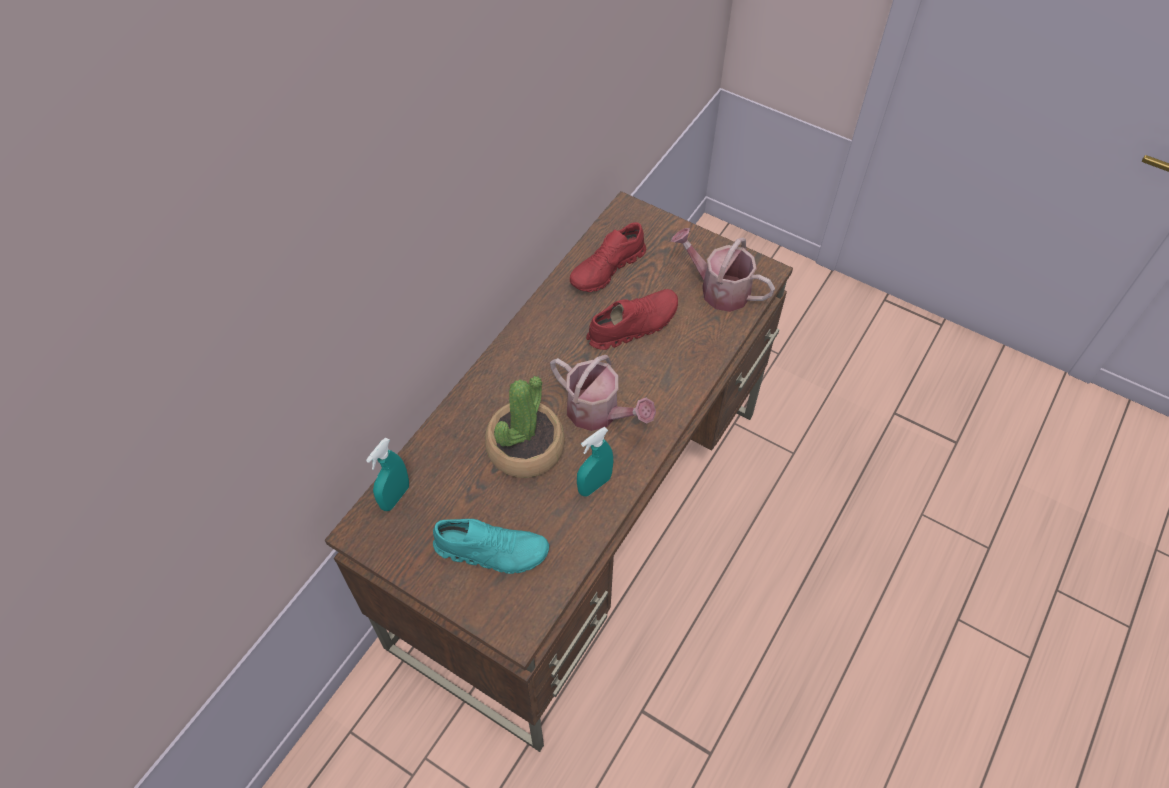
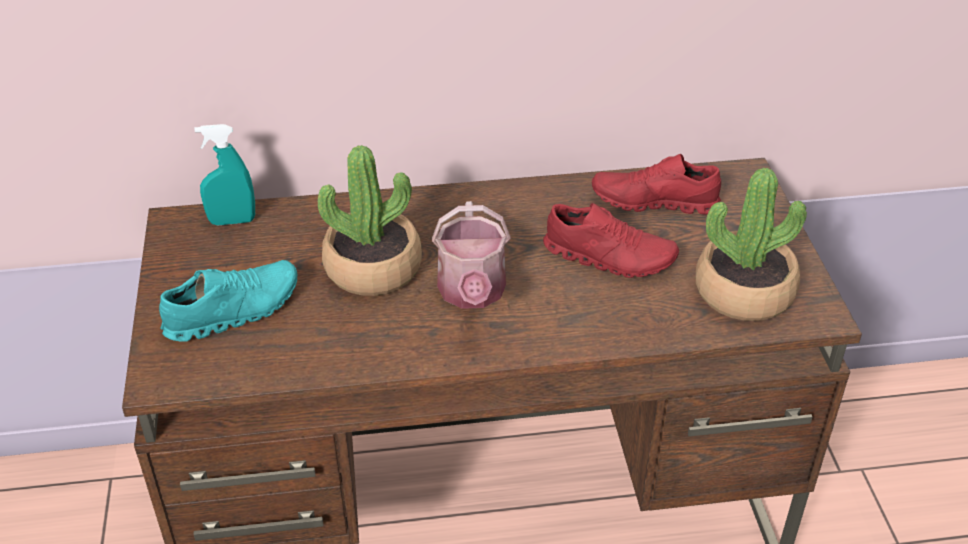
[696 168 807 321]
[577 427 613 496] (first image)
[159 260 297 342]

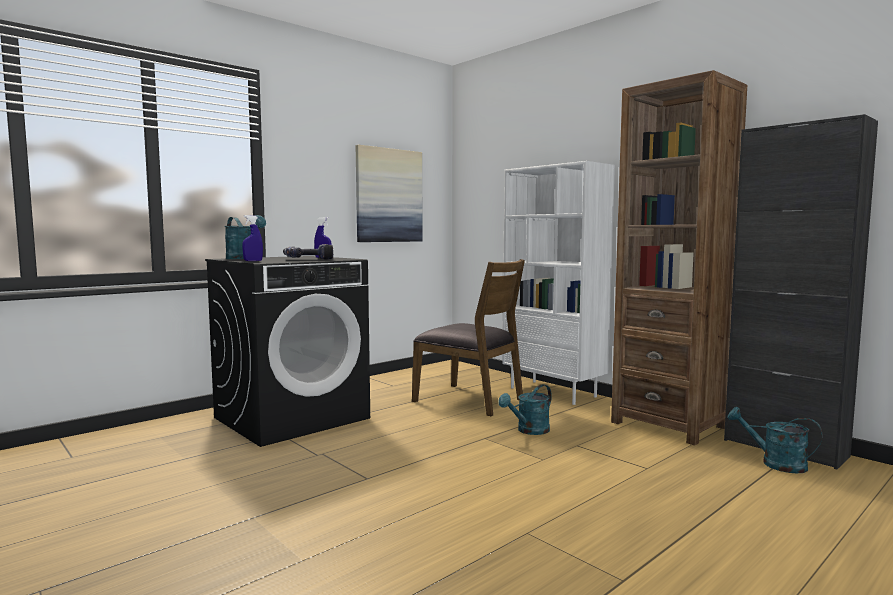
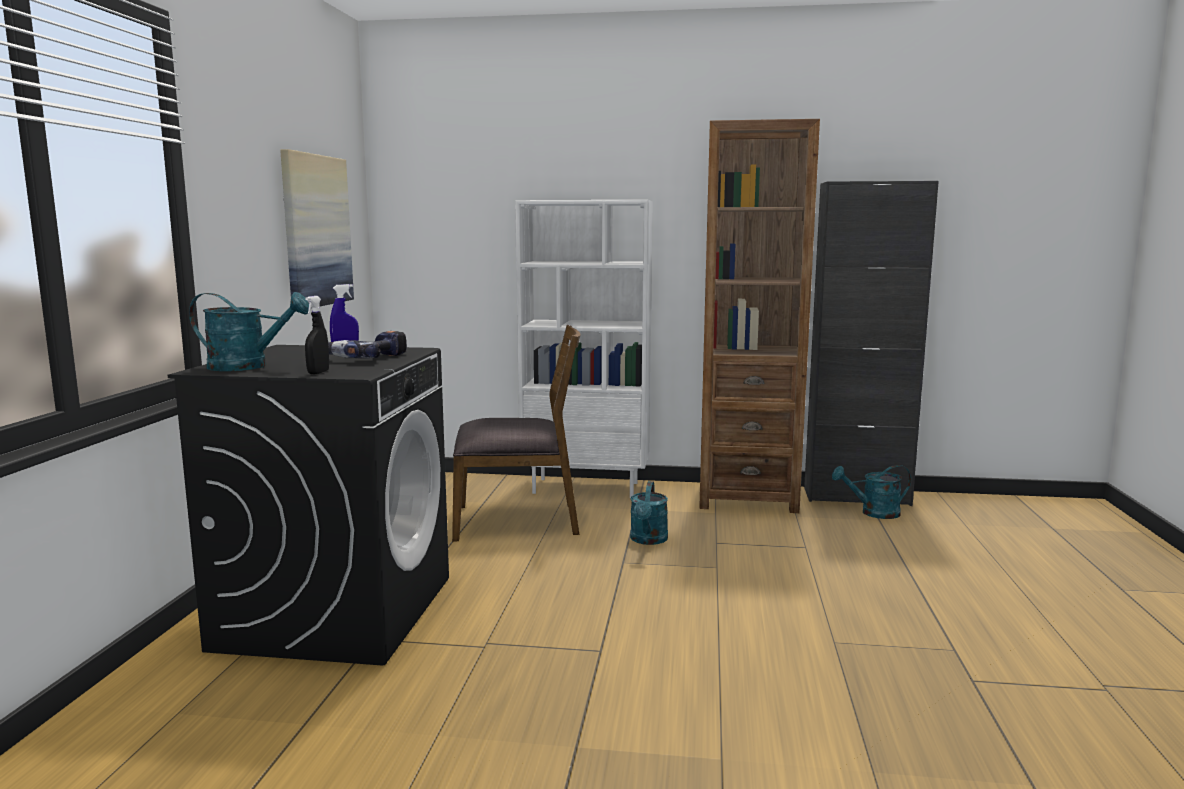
[305 296 329 374]

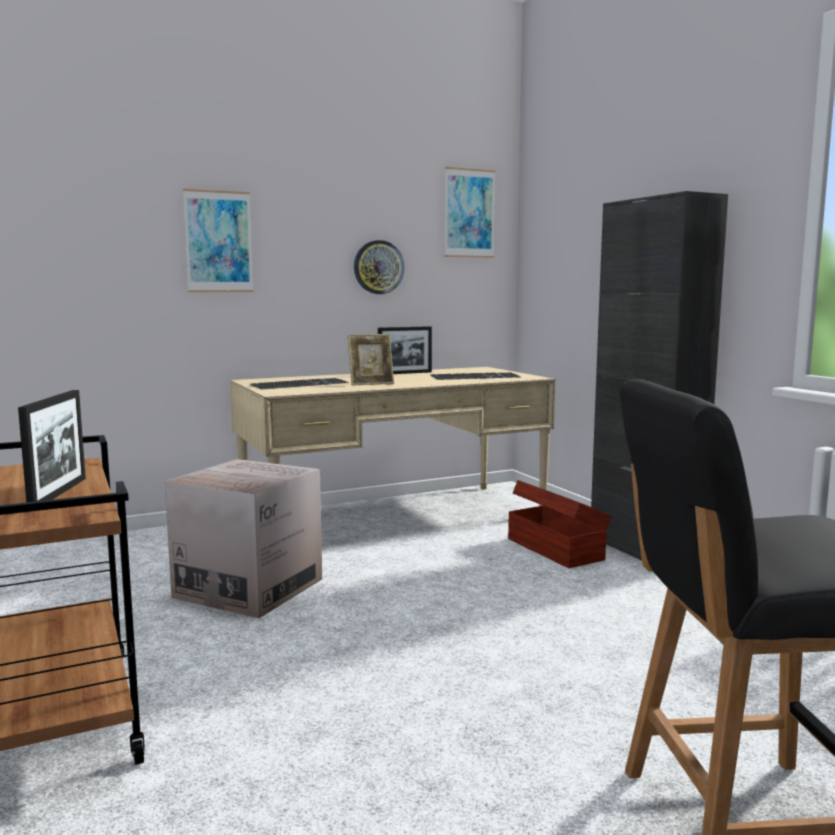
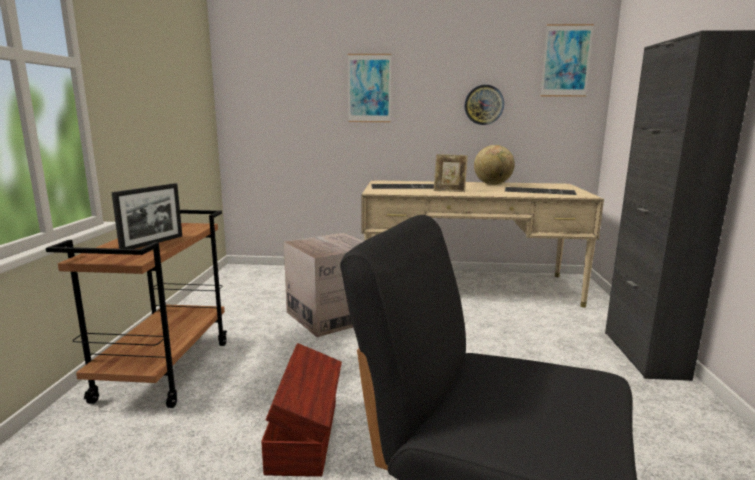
[474 145 515 185]
[261 343 342 477]

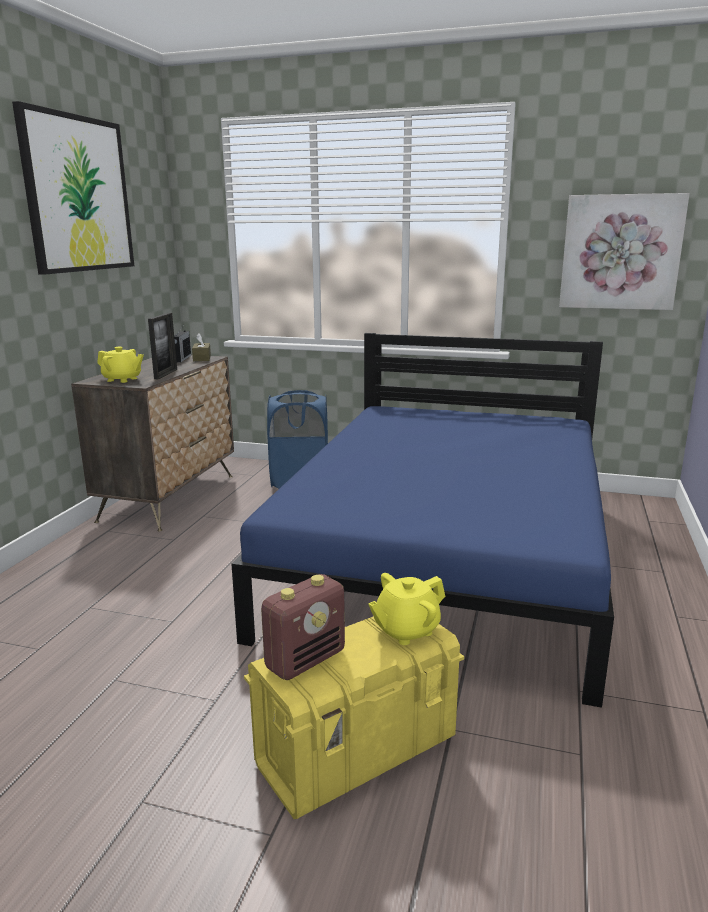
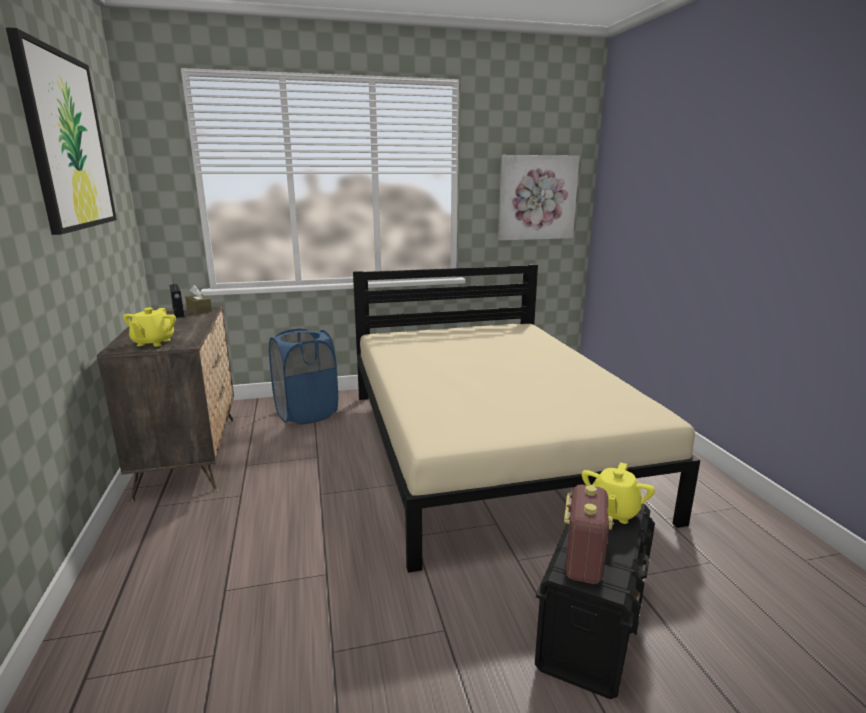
[148 313 177 379] (first image)
[353 264 700 573]
[123 308 176 347]
[535 504 655 699]

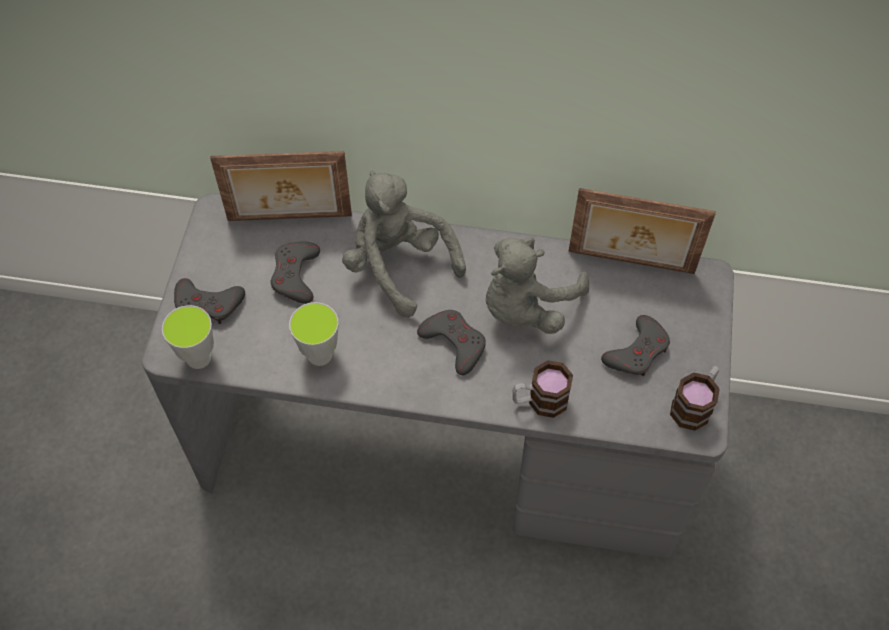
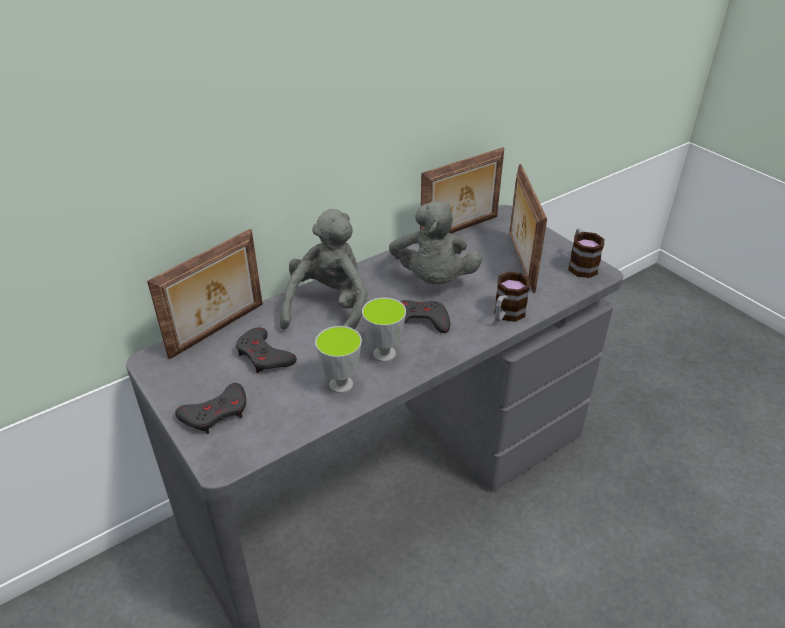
[280 209 368 329]
[362 297 406 362]
[510 164 547 293]

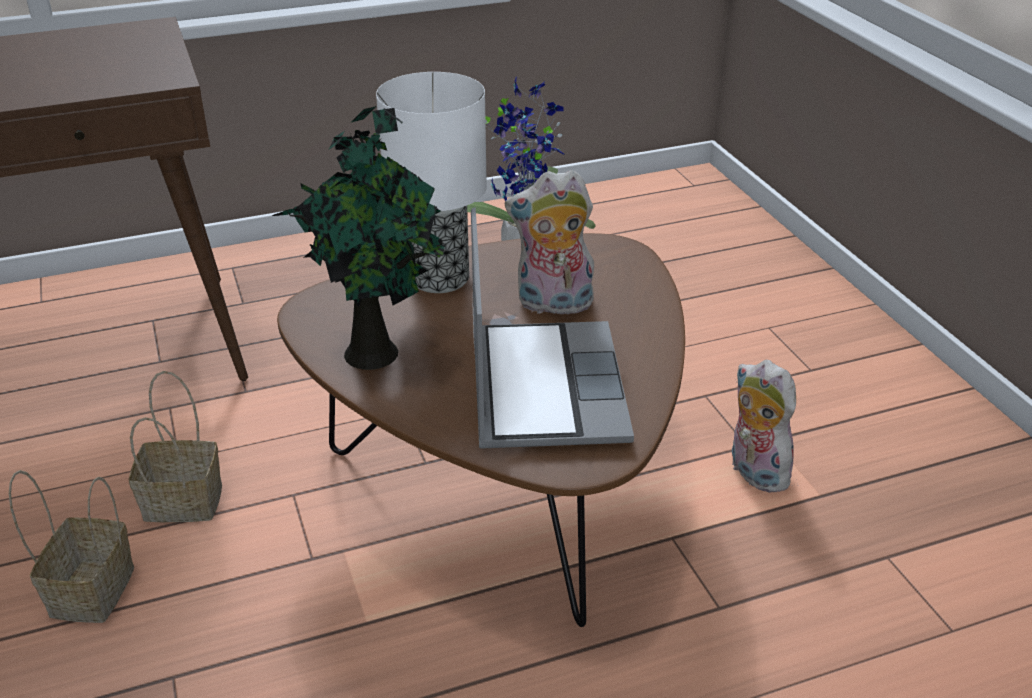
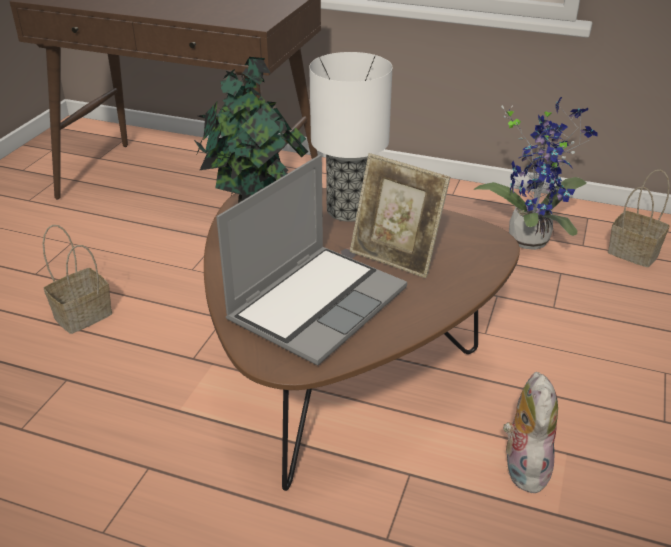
[350 153 450 278]
[608 170 670 267]

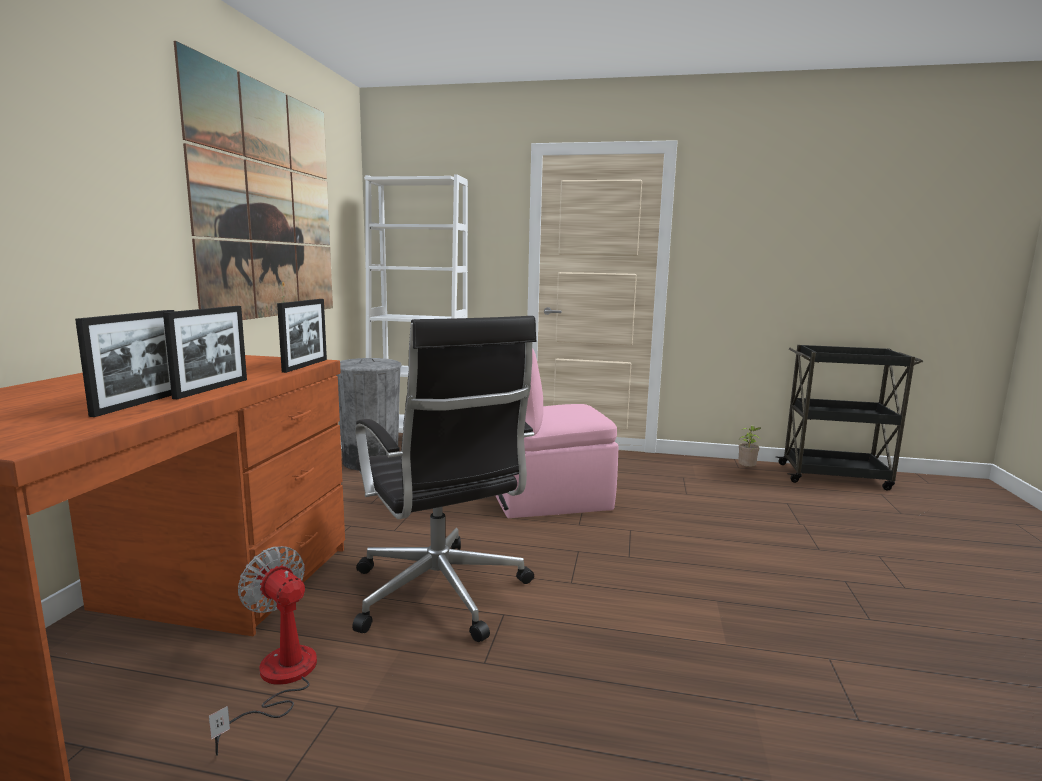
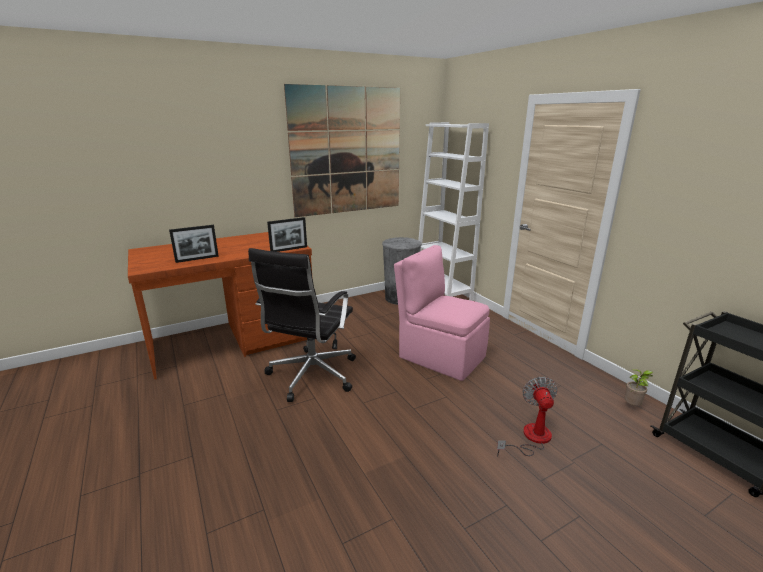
[163 306 247 399] (first image)
[497 377 557 456]

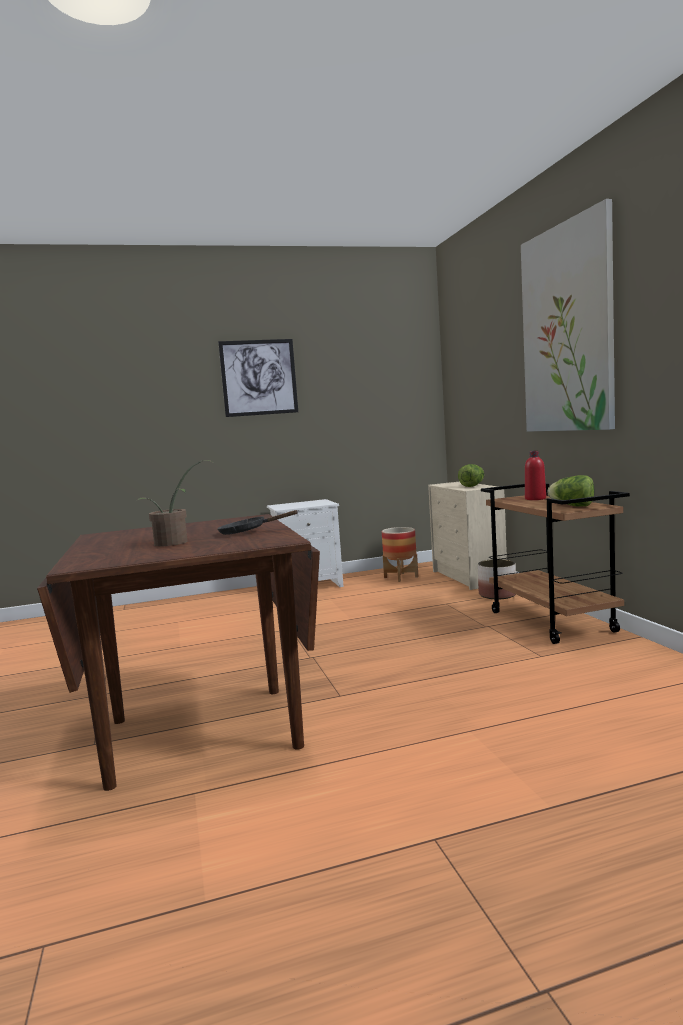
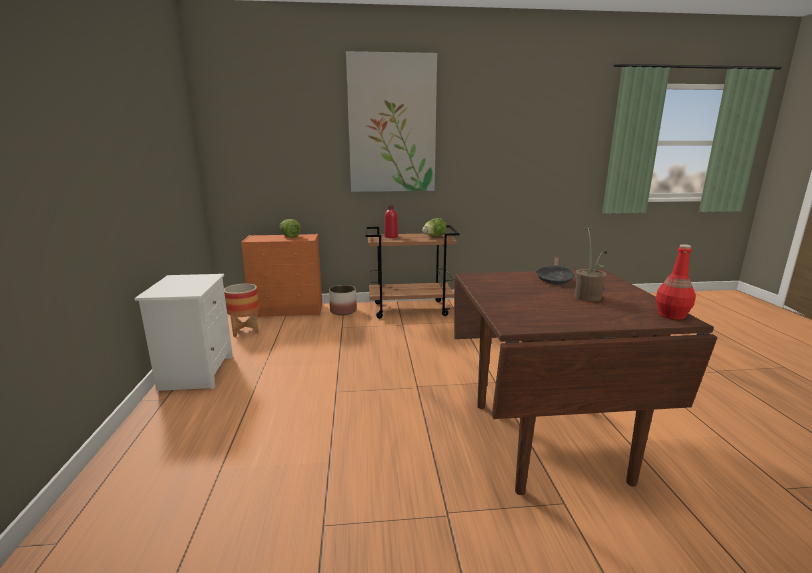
[218 339 298 417] (first image)
[241 234 322 317]
[656 244 696 320]

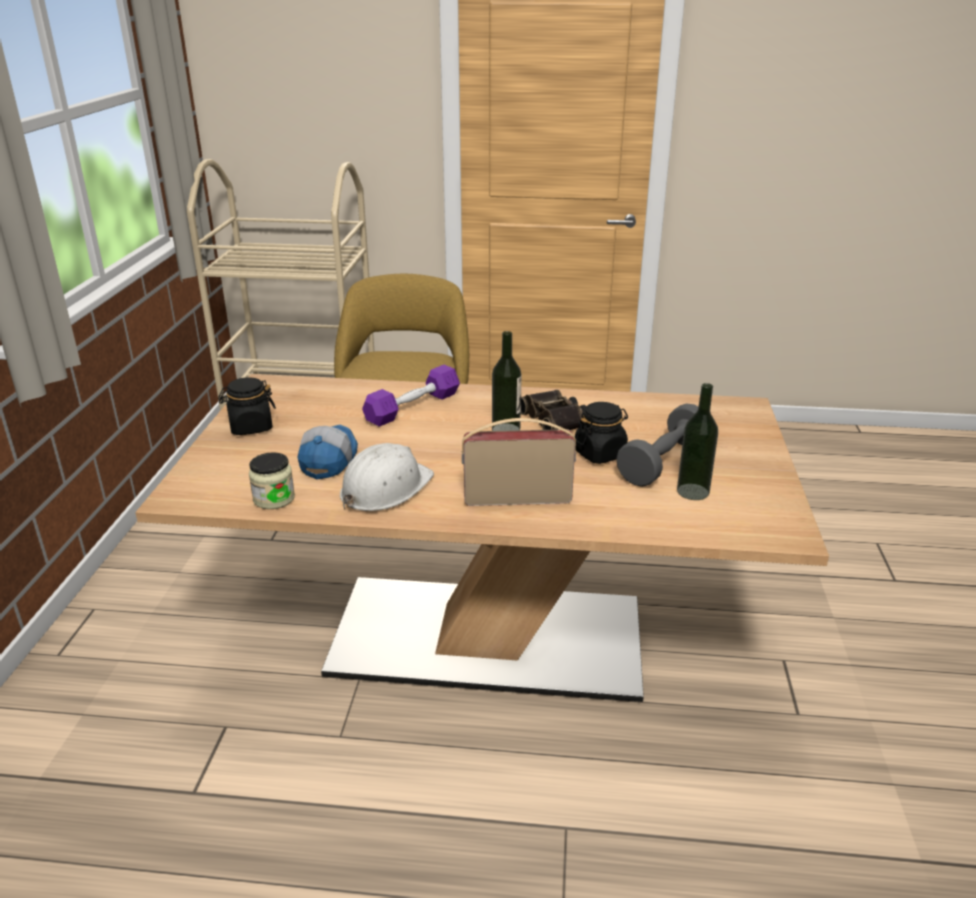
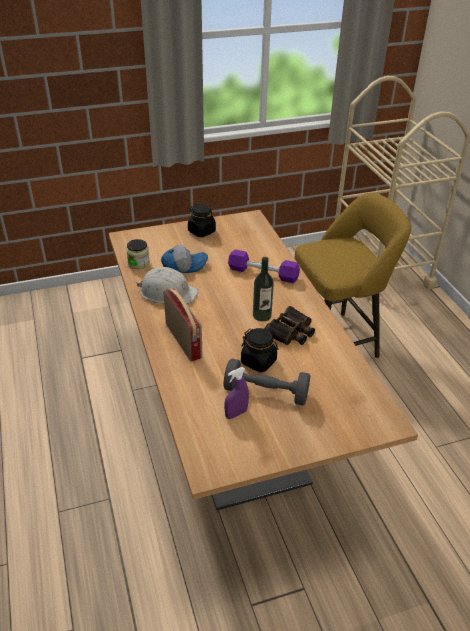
[224 367 249 419]

